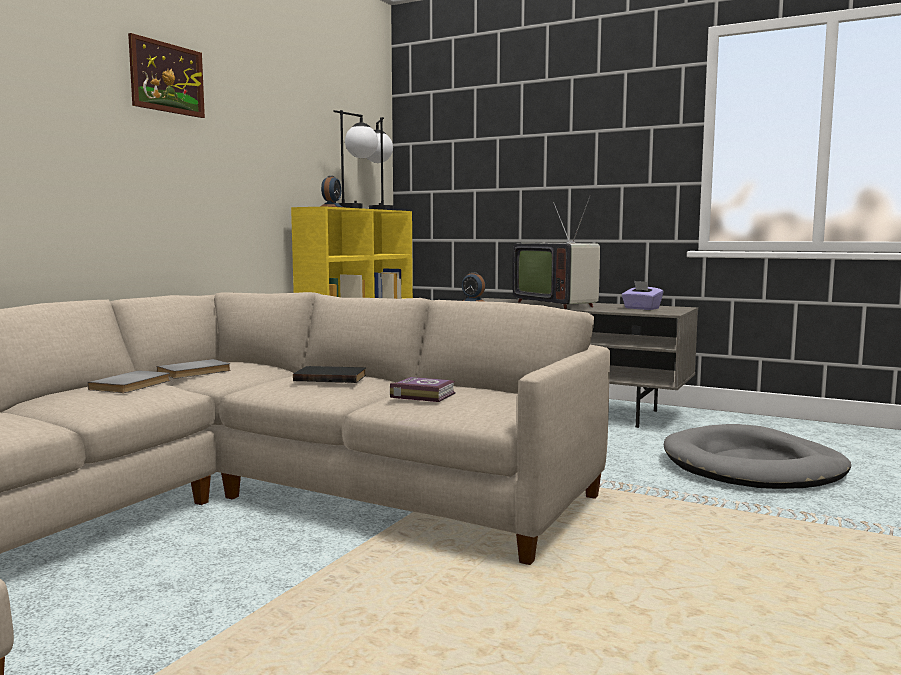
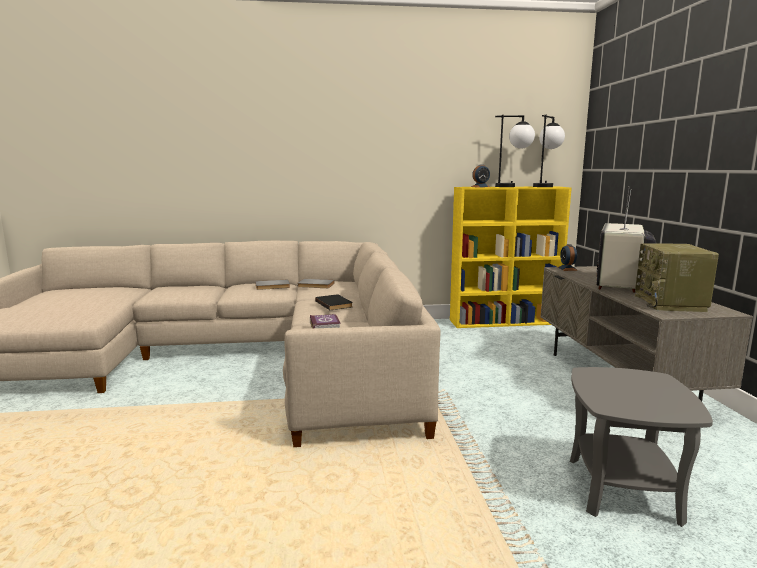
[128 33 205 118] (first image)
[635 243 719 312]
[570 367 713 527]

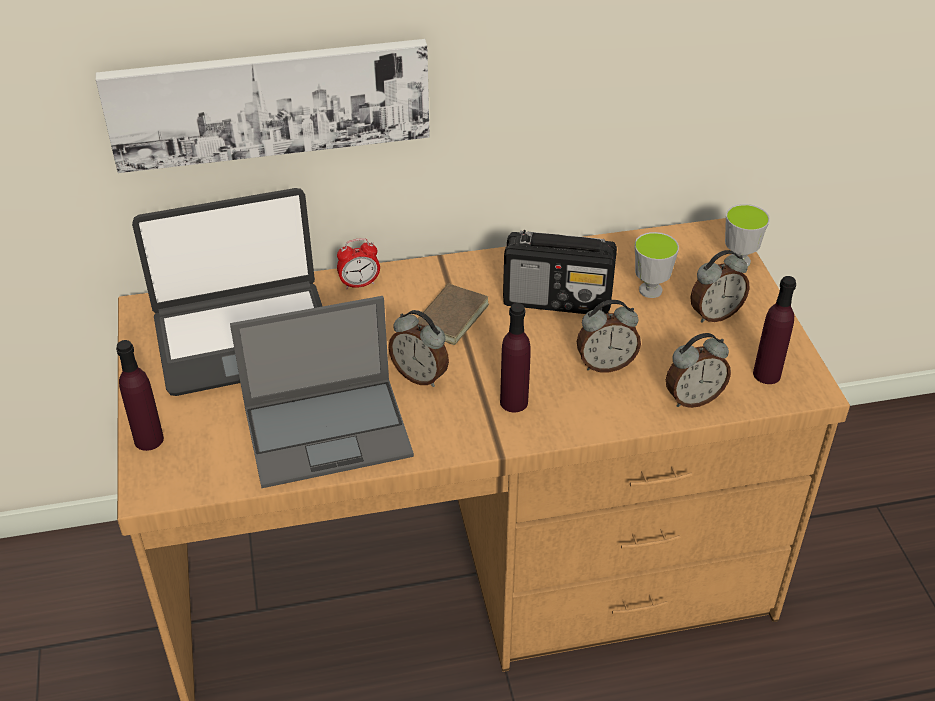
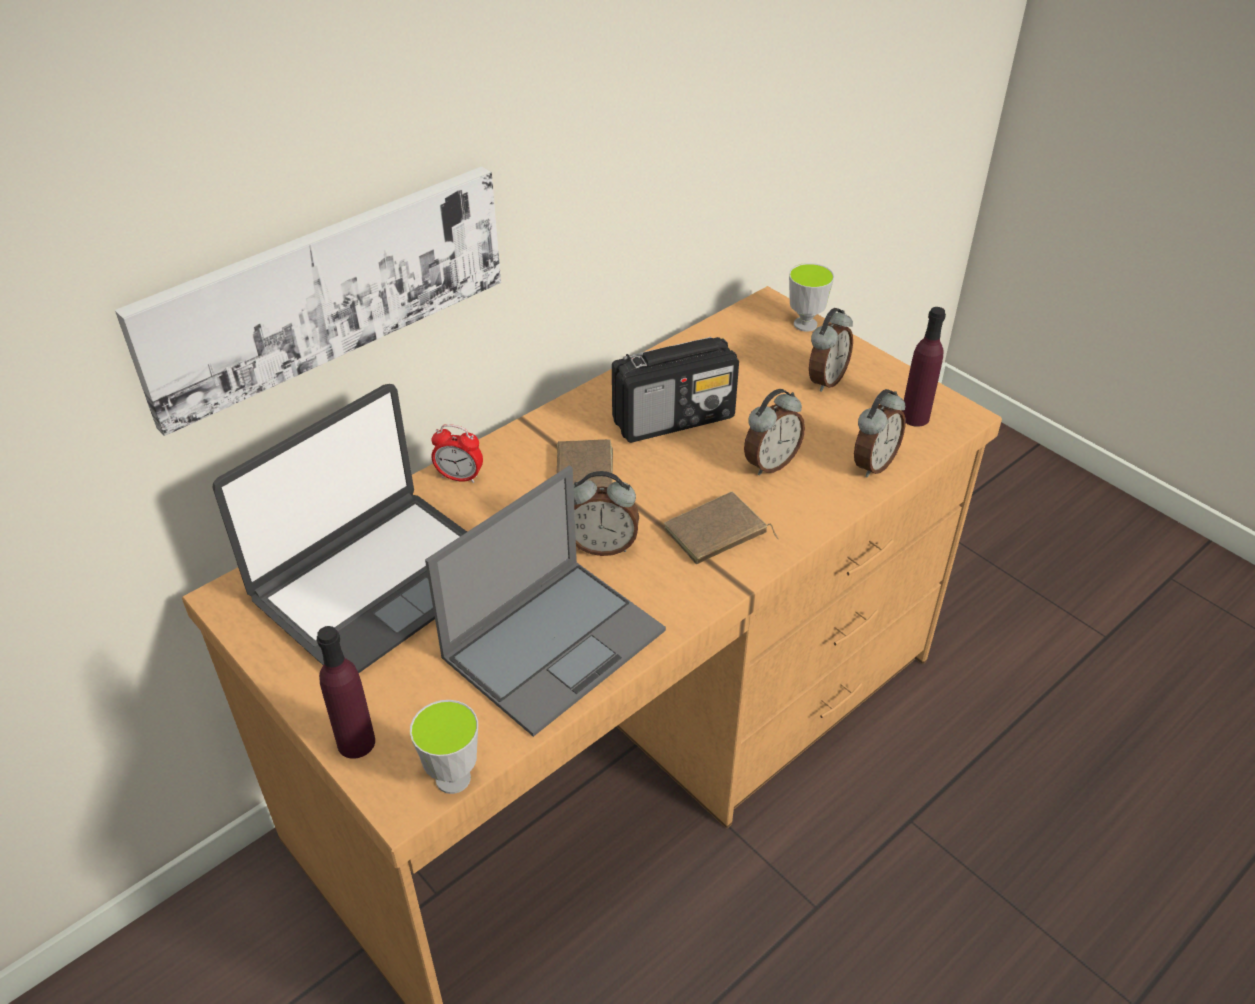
[410 700 478 794]
[431 424 483 483]
[664 492 778 564]

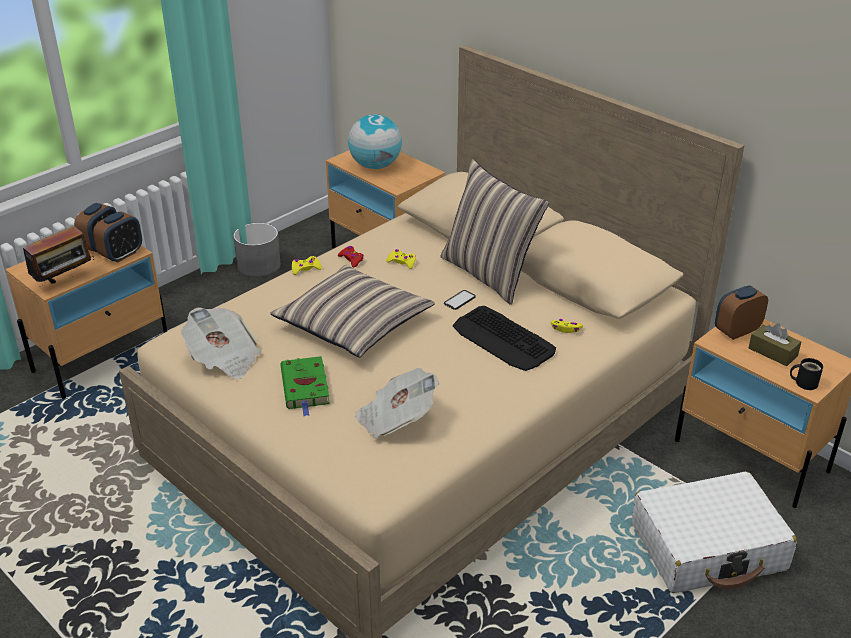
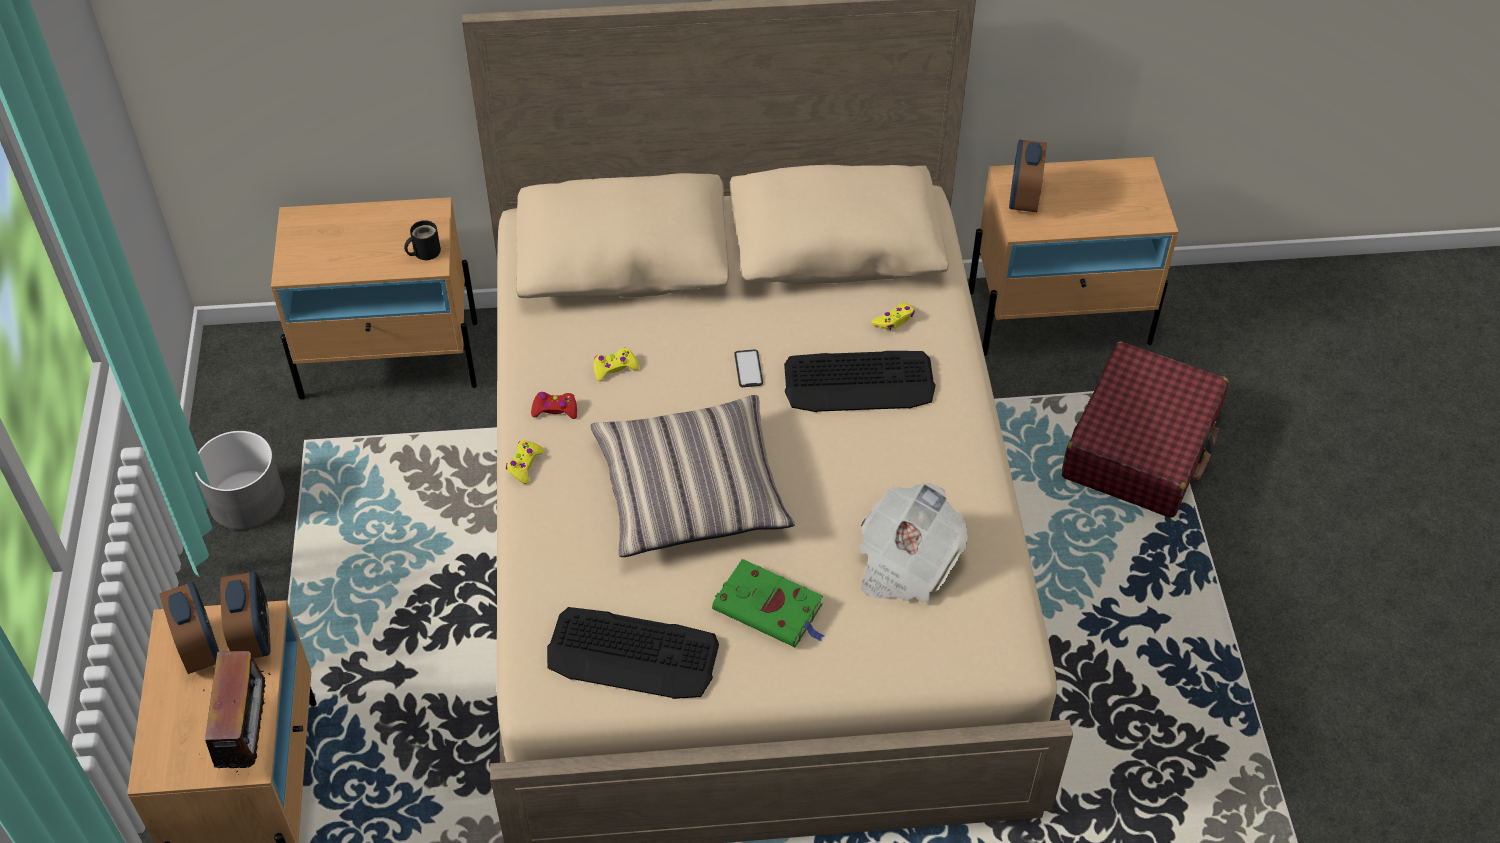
[348 114 402 169] (first image)
[441 159 549 305] (first image)
[547 607 719 699]
[749 323 801 366] (first image)
[404 220 441 260]
[1062 341 1229 518]

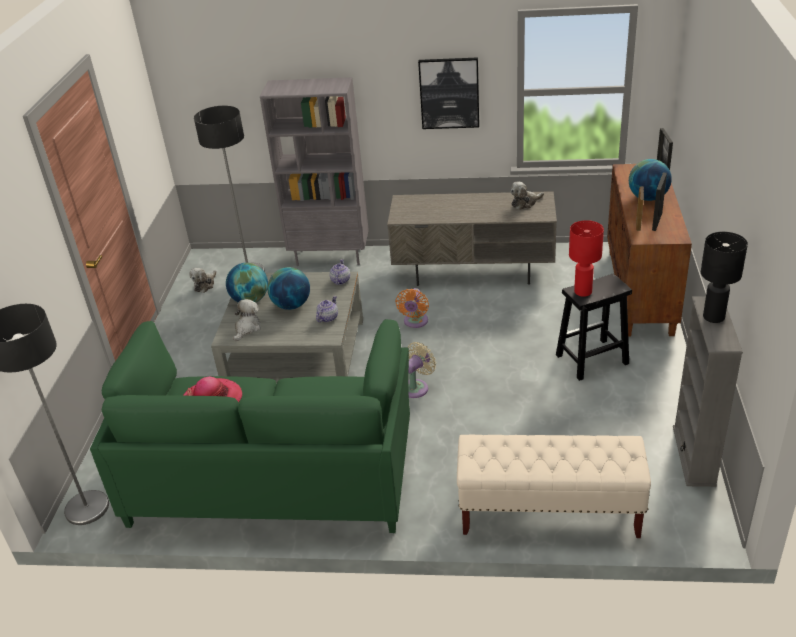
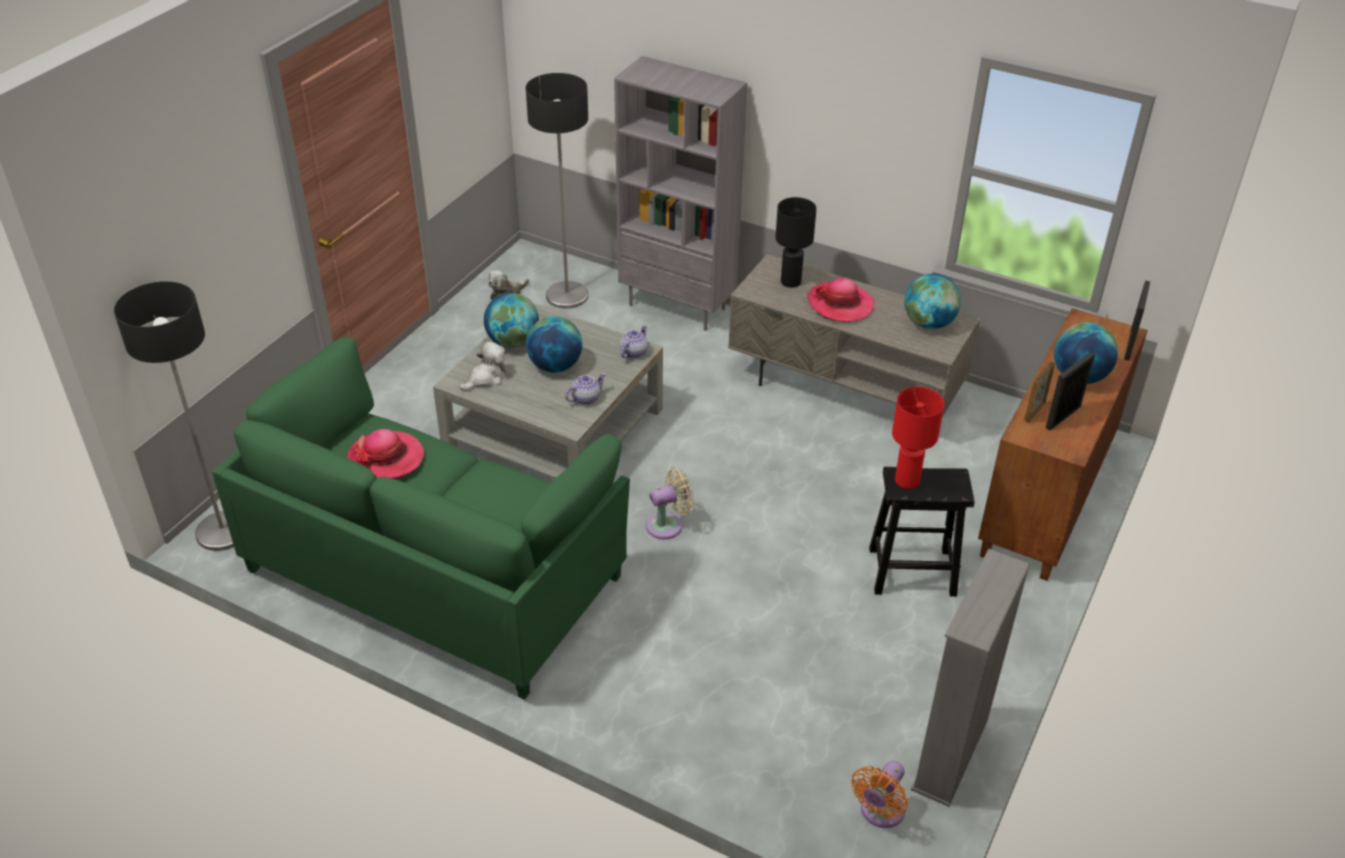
[418 57 479 129] (first image)
[904 273 961 329]
[775 197 817 288]
[851 761 908 828]
[457 435 651 538] (first image)
[807 277 875 322]

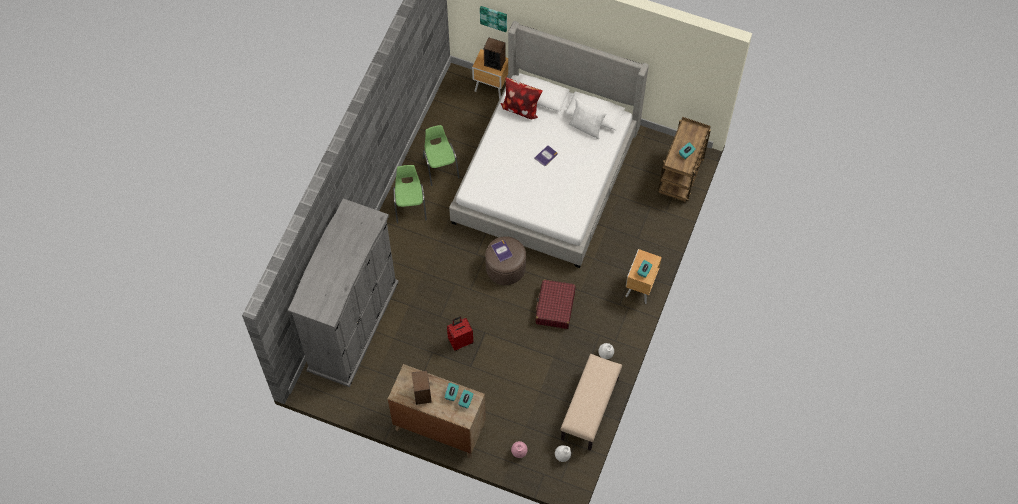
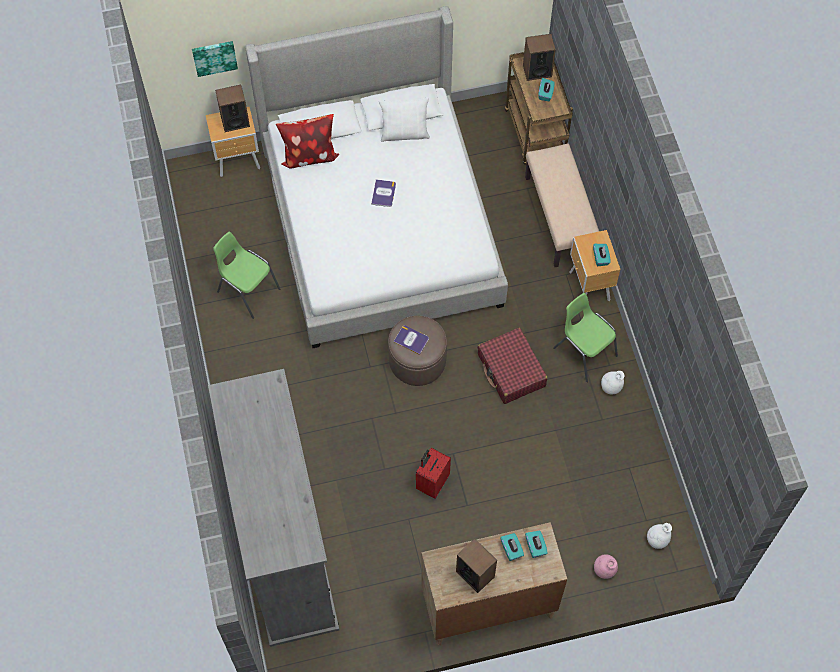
[553 293 618 382]
[525 144 599 267]
[523 34 556 81]

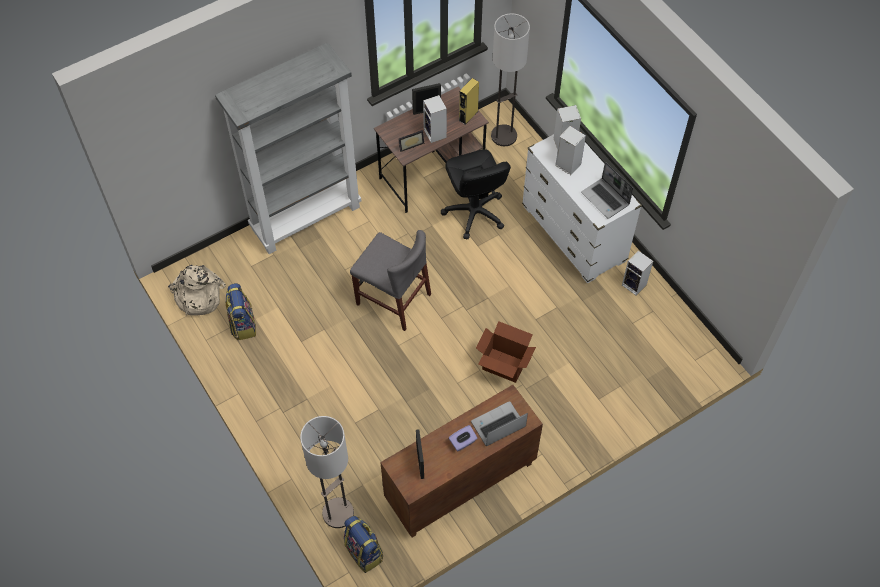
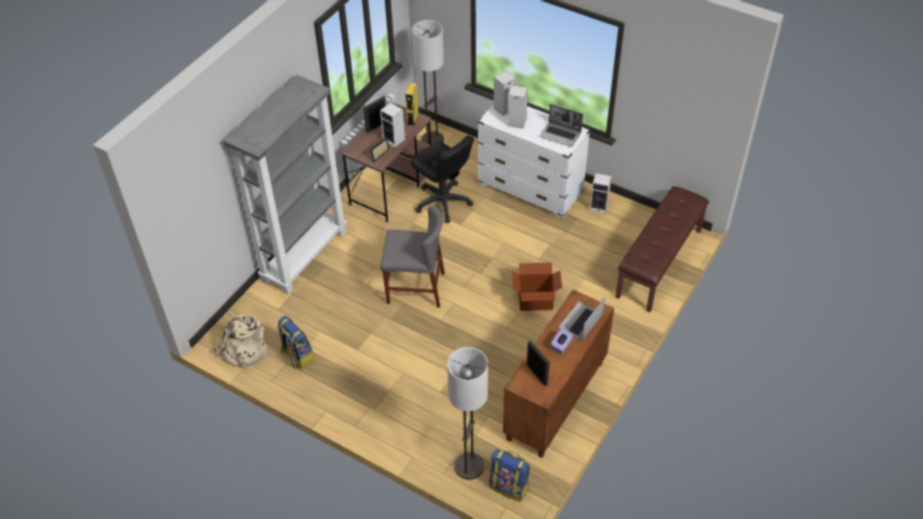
[615 186 709 312]

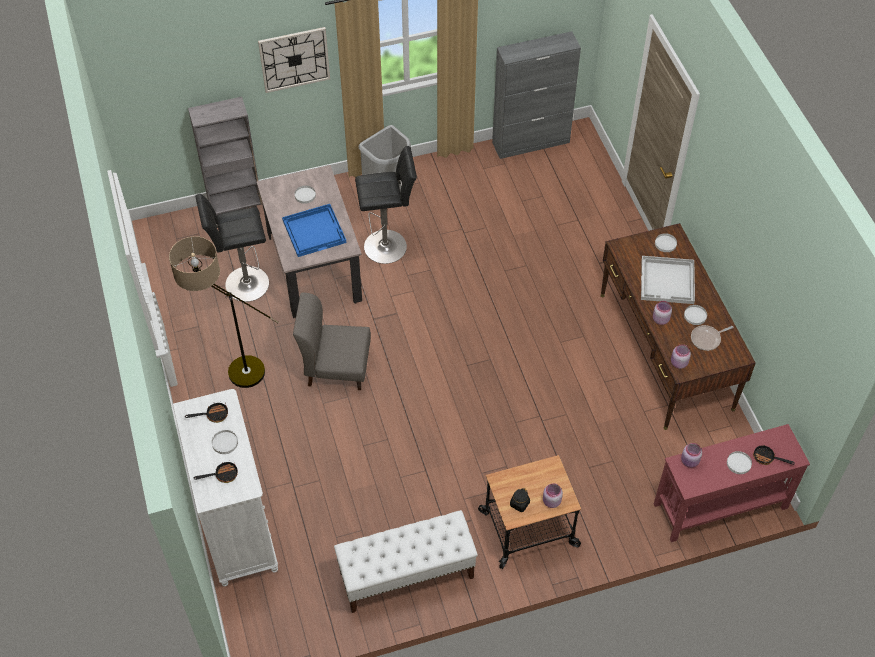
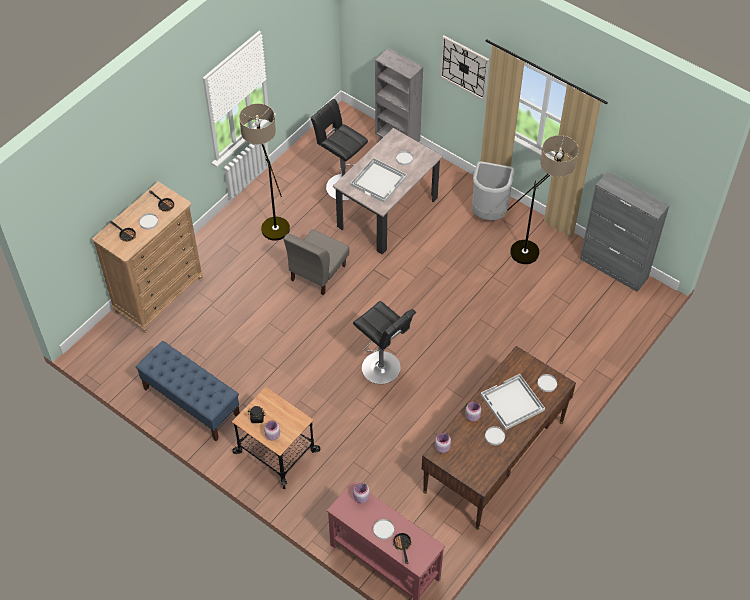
[353 301 416 384]
[350 158 407 203]
[284 229 350 295]
[691 325 734 351] (first image)
[92 182 203 333]
[136 341 240 441]
[501 135 579 264]

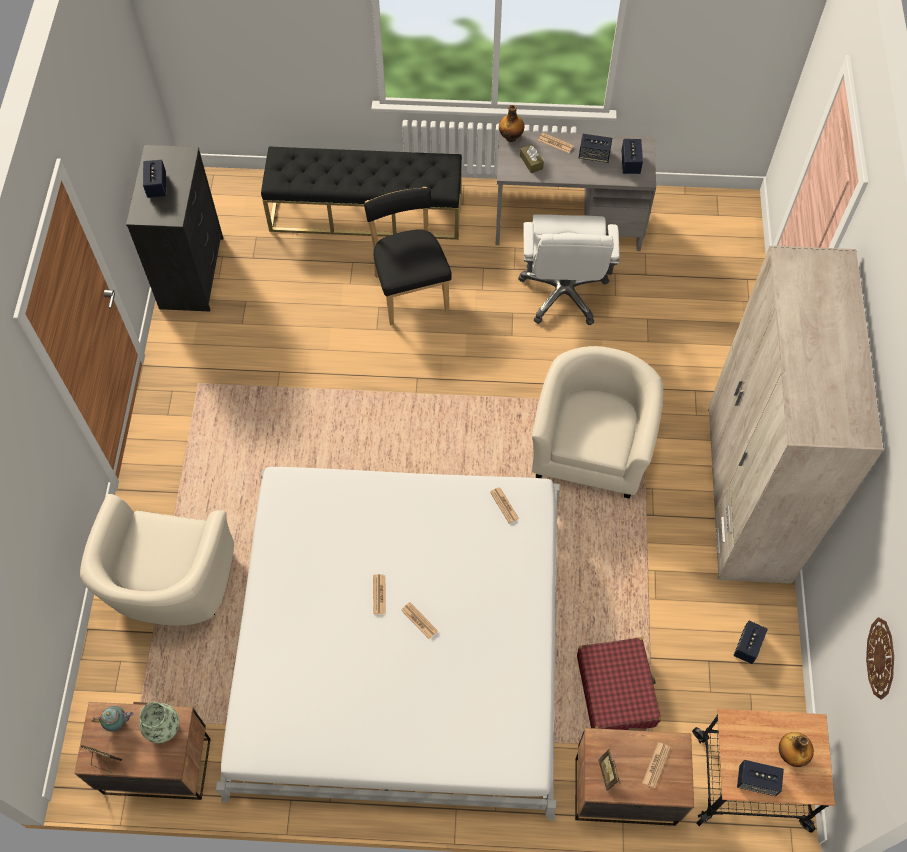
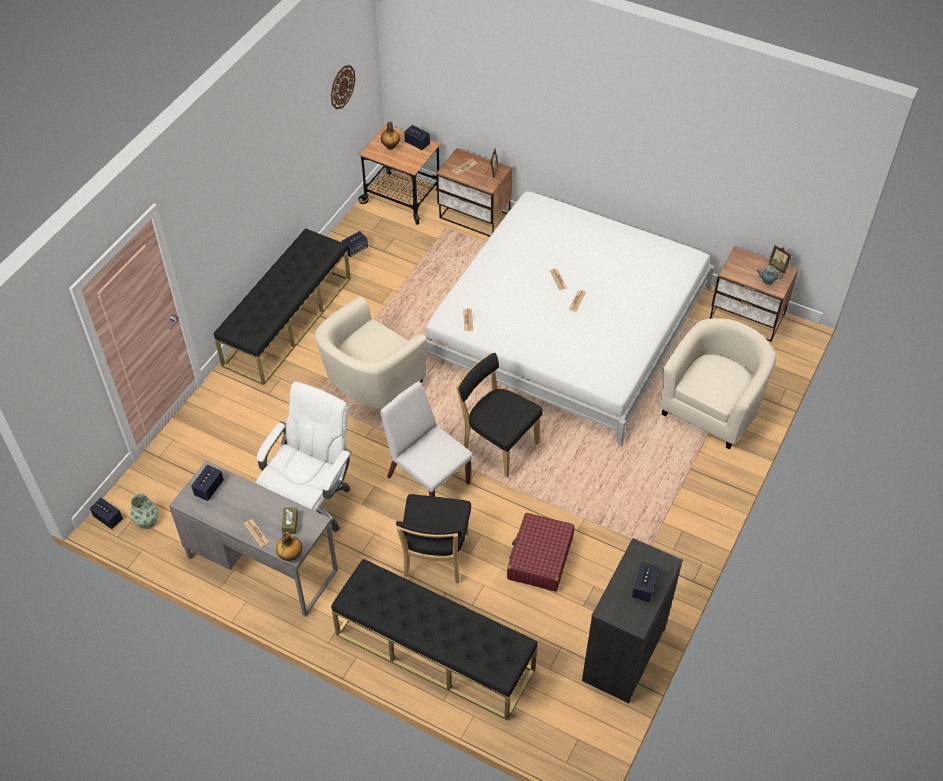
[90 498 123 529]
[214 228 351 385]
[507 513 574 592]
[130 494 158 529]
[456 353 543 477]
[380 381 473 497]

